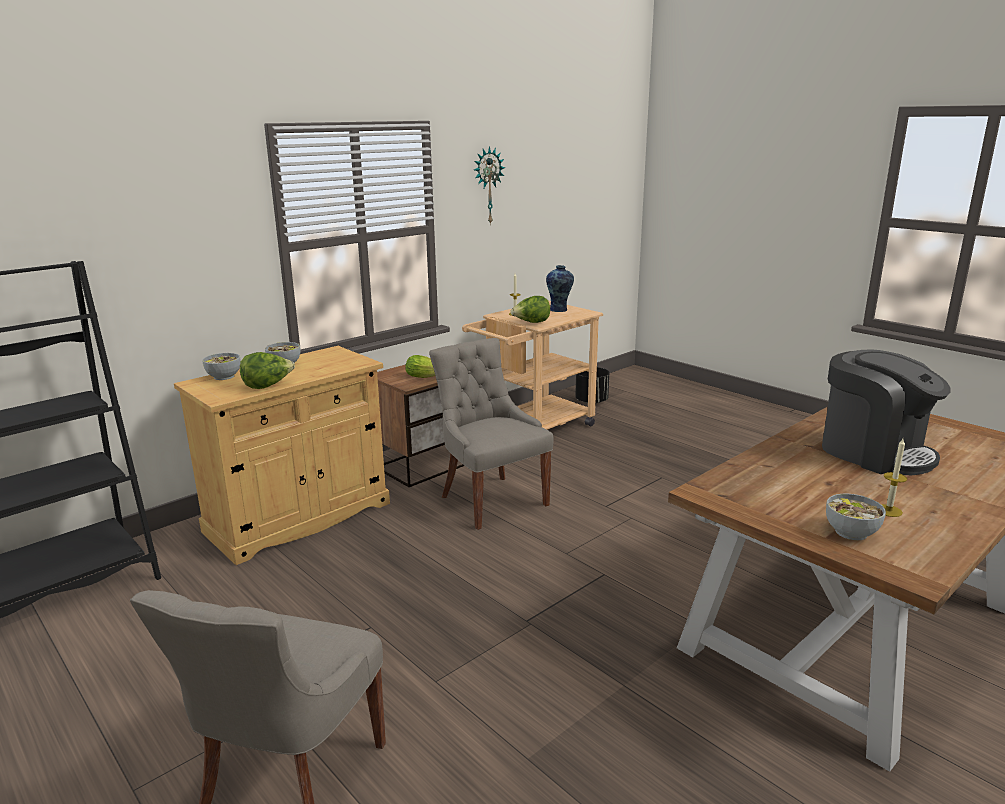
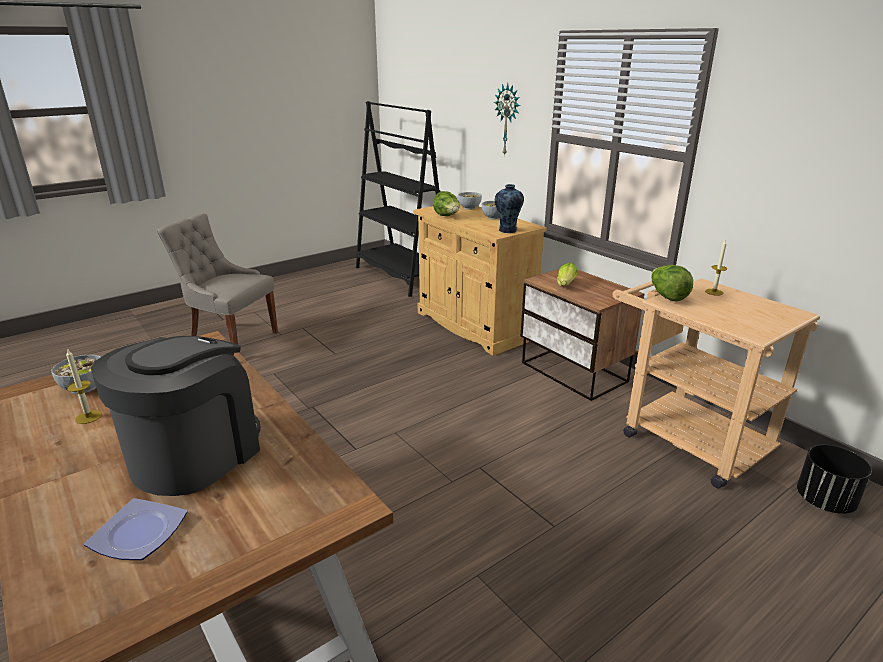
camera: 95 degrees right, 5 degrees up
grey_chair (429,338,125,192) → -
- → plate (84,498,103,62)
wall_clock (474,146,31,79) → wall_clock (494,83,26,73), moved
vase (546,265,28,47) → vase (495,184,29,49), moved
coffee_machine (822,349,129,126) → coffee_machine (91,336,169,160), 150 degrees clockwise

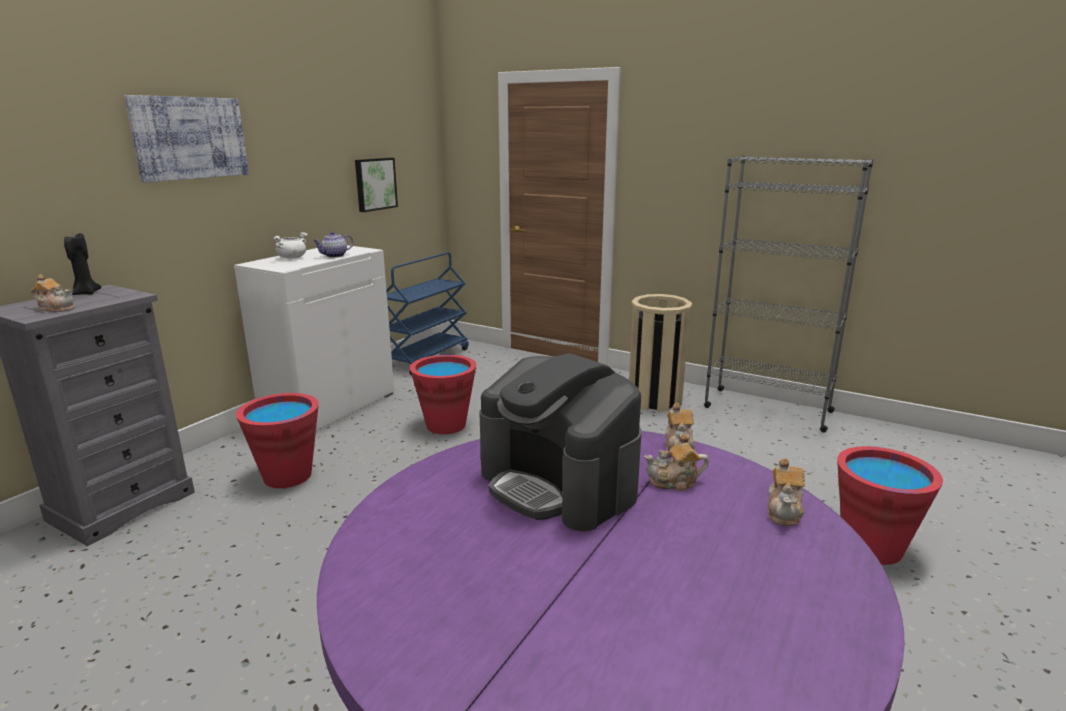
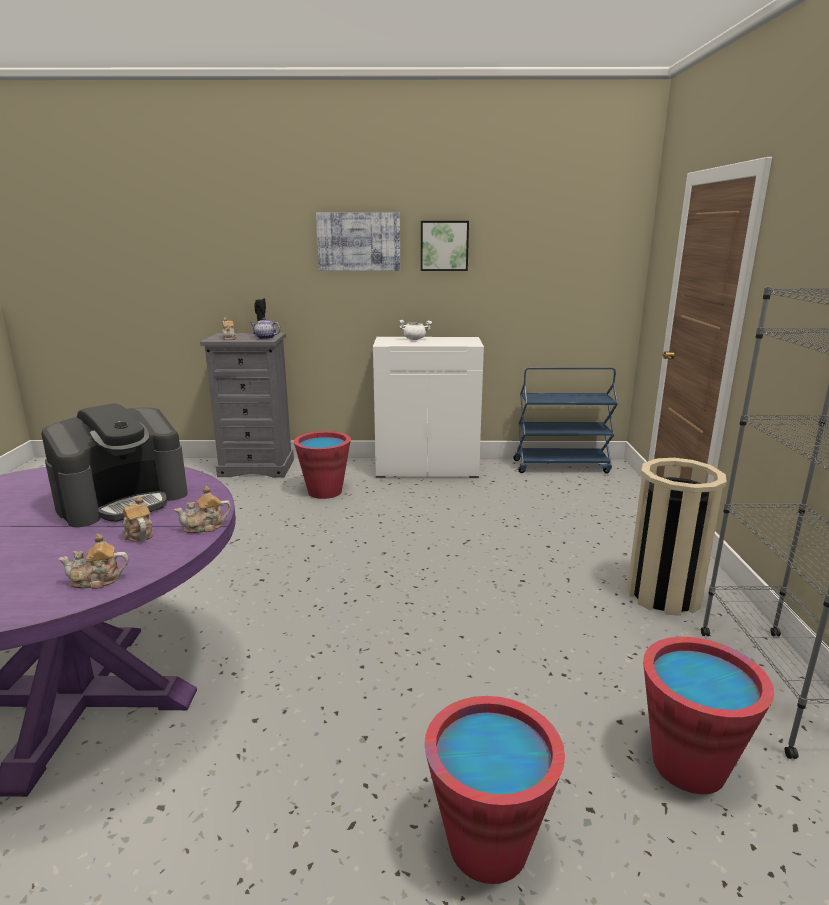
camera: 60 degrees right, 0 degrees up
teapot (313,231,40,27) → teapot (250,317,30,22), moved
picture (355,158,43,54) → picture (421,221,48,50), moved
red_bucket (410,355,66,79) → red_bucket (643,637,132,157), moved
coffee_machine (479,353,163,178) → coffee_machine (41,403,147,124), 150 degrees counterclockwise

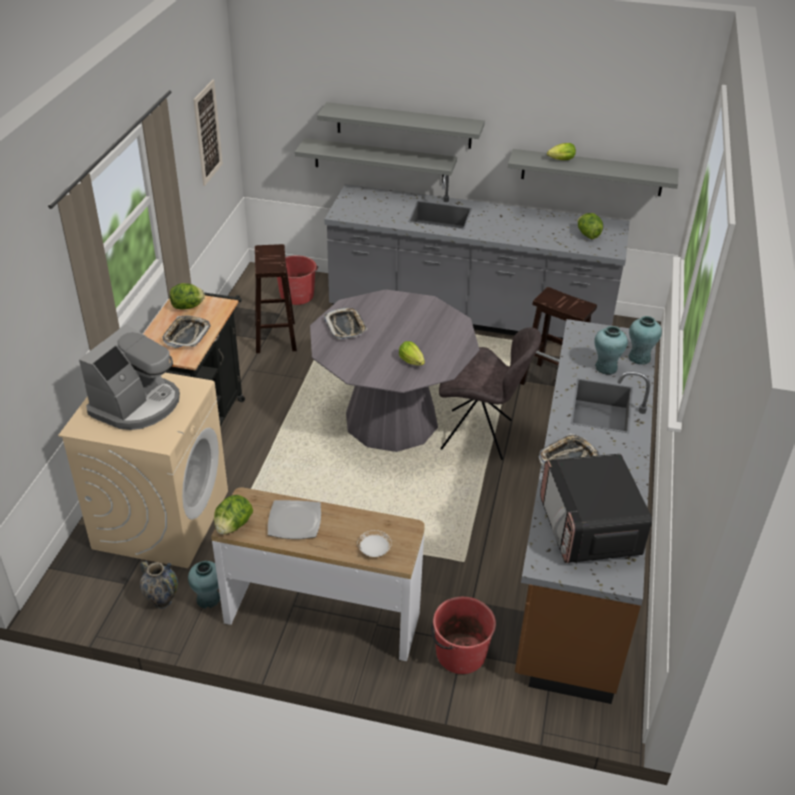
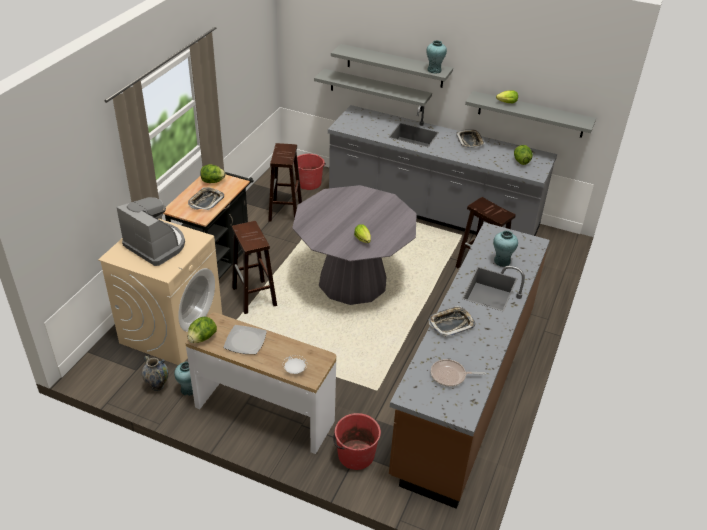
camera: 10 degrees right, 0 degrees up
picture (193,80,30,106) → -
grey_chair (439,328,102,132) → -
- → brown_stool (232,221,45,93)
tray (324,307,43,32) → tray (456,129,29,19), moved
turquoise_vase (629,316,33,49) → turquoise_vase (426,40,21,34), moved
microwave (540,454,112,109) → frying_pan (431,359,55,28)
coffee_machine (79,324,101,106) → coffee_machine (117,197,68,69), 90 degrees counterclockwise

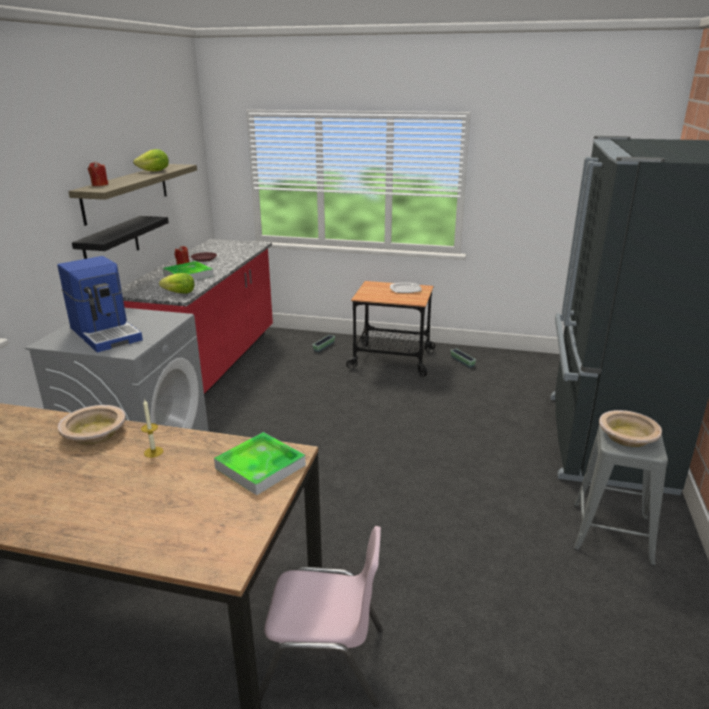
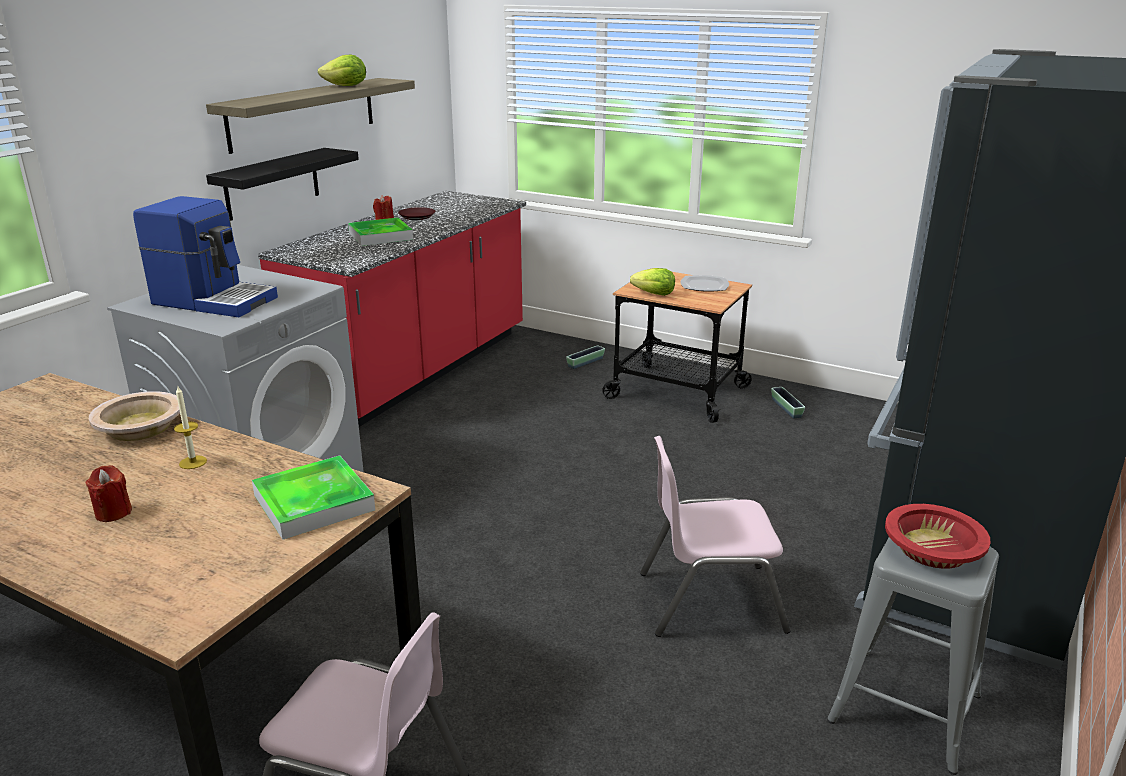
camera: 15 degrees right, 0 degrees up
- → pink_chair (640,436,151,201)
red_candle (88,162,20,24) → red_candle (85,465,47,57), moved
lettuce (159,273,36,21) → lettuce (630,268,45,28), moved
beige_bowl (599,410,63,37) → red_bowl (885,504,106,65)
coffee_machine (57,256,86,97) → coffee_machine (133,196,145,121), 45 degrees counterclockwise

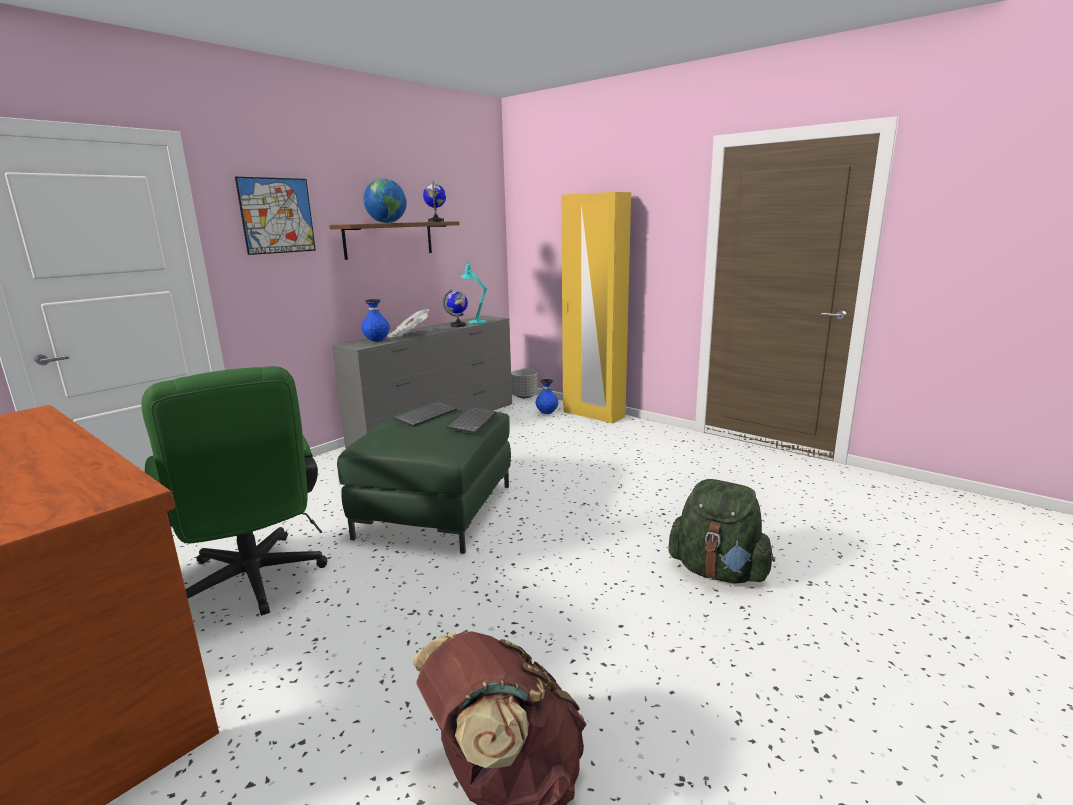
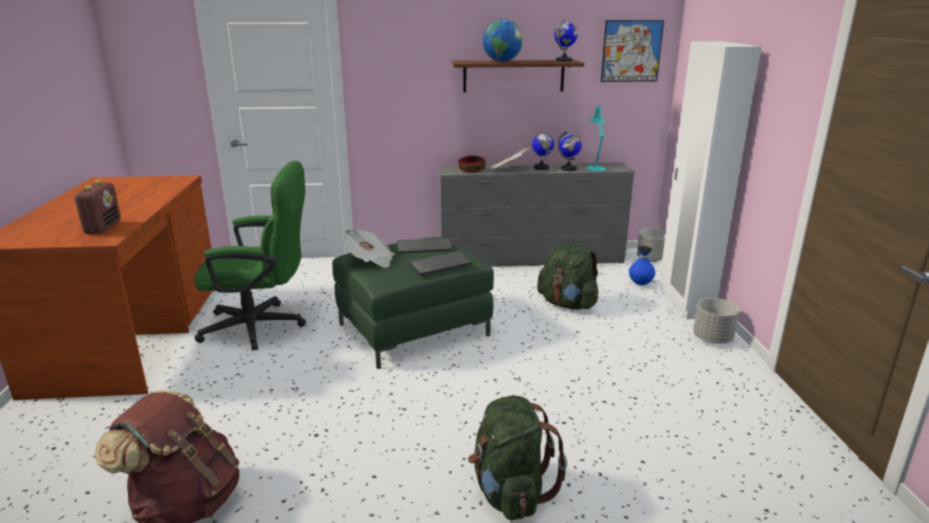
camera: 45 degrees right, 5 degrees up
- → radio (74,180,47,54)
- → newspaper (343,229,51,38)
- → globe (532,132,22,38)
- → green_backpack (537,243,61,67)
- → grey_planter (693,298,46,46)
picture (235,177,81,78) → picture (601,20,63,62), moved
blue_vase (361,299,29,43) → bowl (459,156,27,17)
yellow_wardrobe (561,192,70,232) → white_wardrobe (660,41,102,278)
green_office_chair (141,366,186,250) → green_office_chair (194,161,112,190), 105 degrees counterclockwise

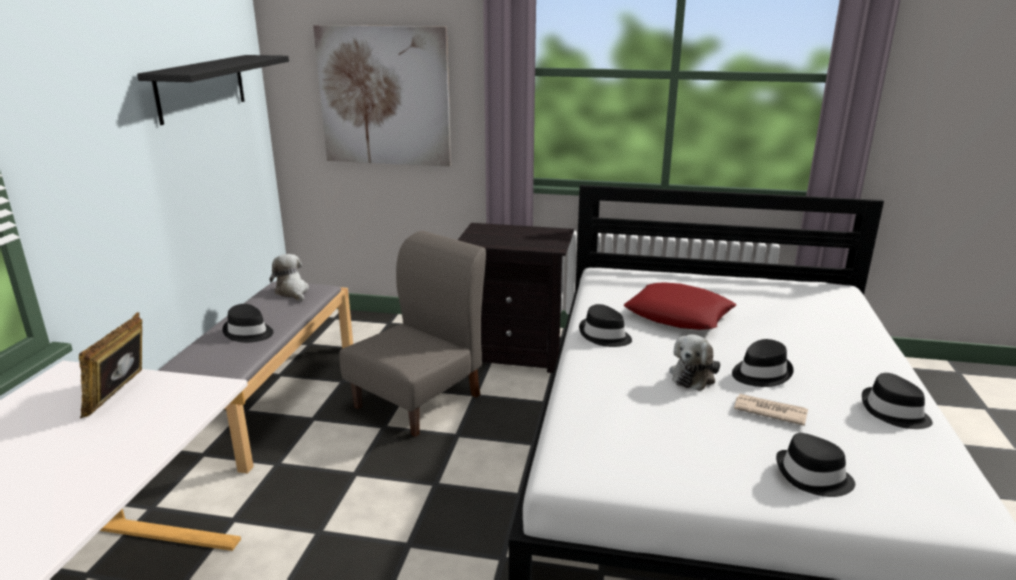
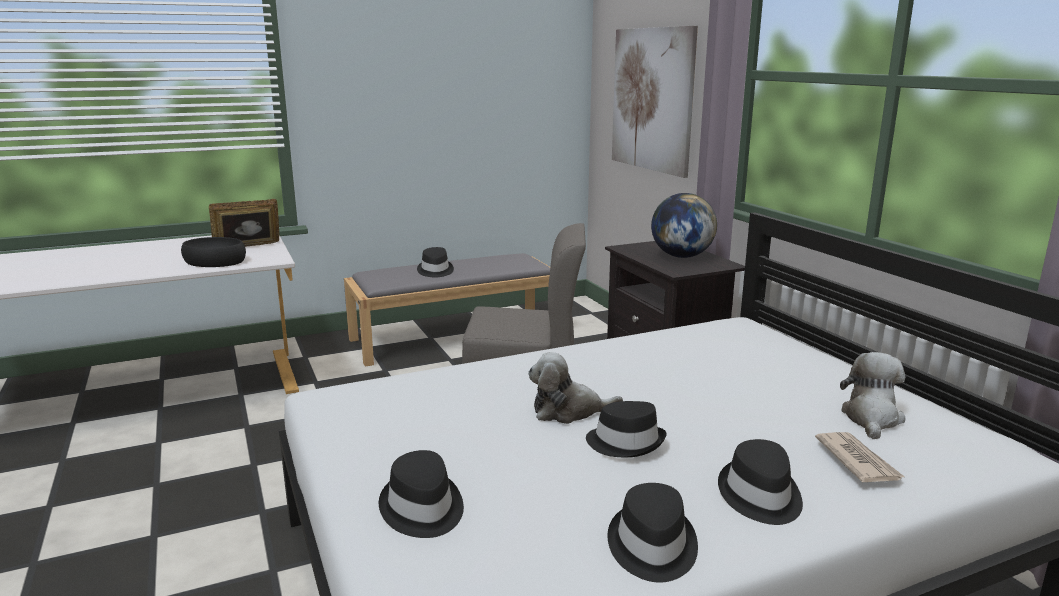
camera: 55 degrees right, 5 degrees down
black_shelf (137,55,152,70) → -
red_pillow (624,282,112,48) → -
- → black_bowl (181,237,65,30)
- → globe (651,193,66,65)
plush_toy (269,254,40,47) → plush_toy (840,352,66,87), moved
black_hat (579,304,53,43) → black_hat (718,439,85,86), moved
newspaper (734,394,74,32) → newspaper (815,432,90,50), moved

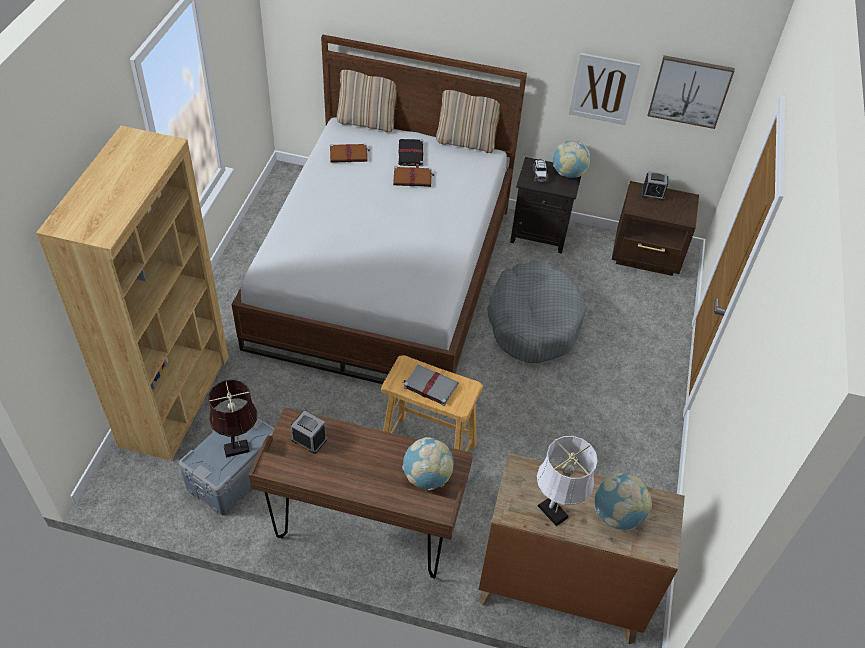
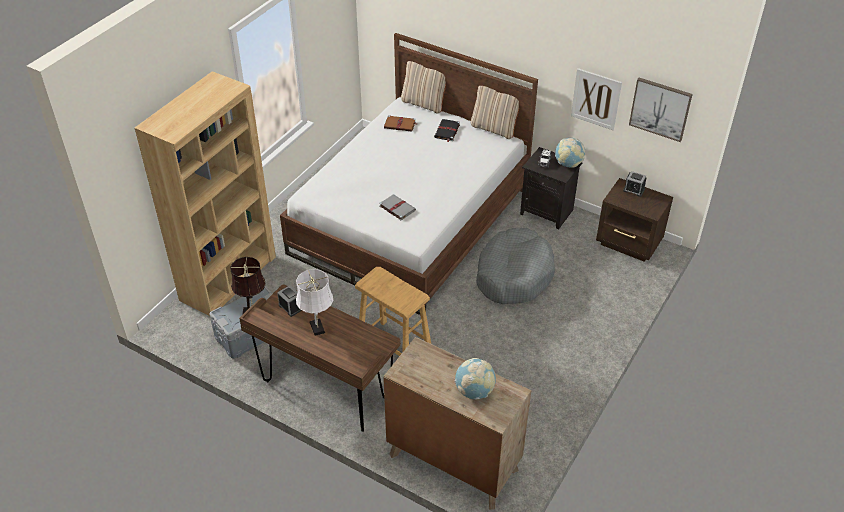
camera: 20 degrees right, 5 degrees down
brown_book (393,166,42,21) → -
globe (402,437,52,53) → -
grey_book (403,365,56,41) → grey_book (379,194,37,27), moved
white_table_lamp (537,436,61,90) → white_table_lamp (296,269,37,67), moved

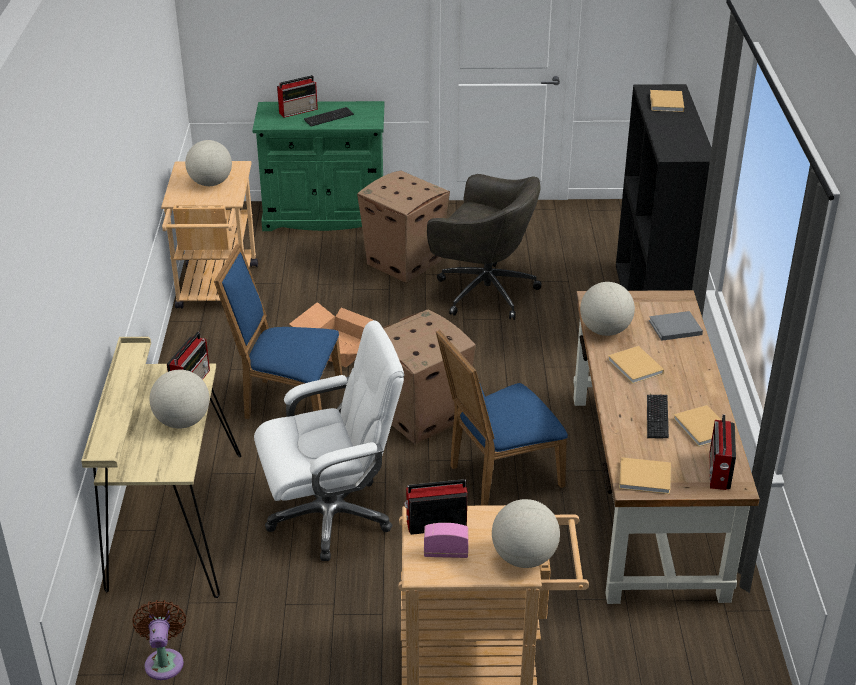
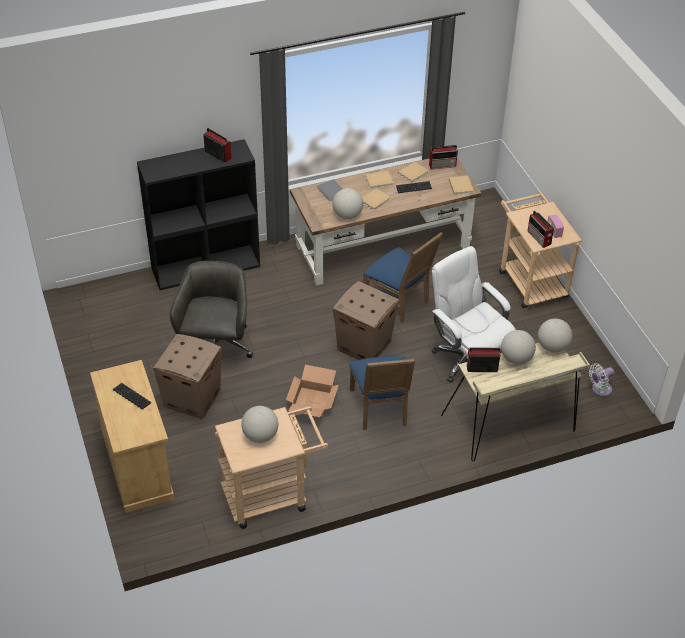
camera: 110 degrees left, 10 degrees up
radio (277,75,41,43) → radio (203,128,28,35), moved
globe (492,499,68,69) → globe (538,319,34,34), moved
beige_book (650,90,34,22) → beige_book (365,171,28,18), moved
brown_fan (133,600,53,80) → white_fan (589,363,25,34)
green_cabinet (252,101,132,130) → beige_cabinet (90,360,84,153)

